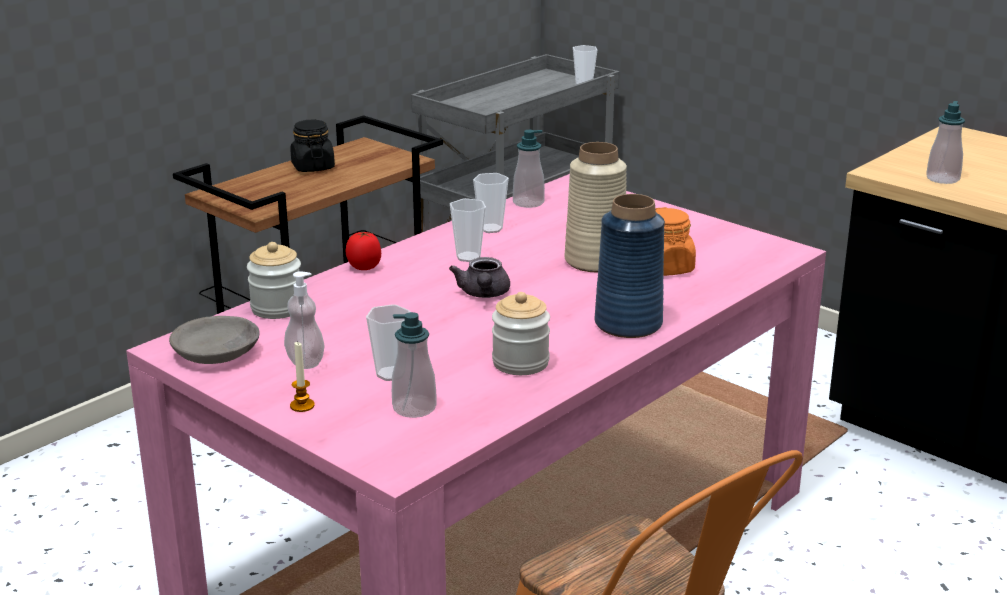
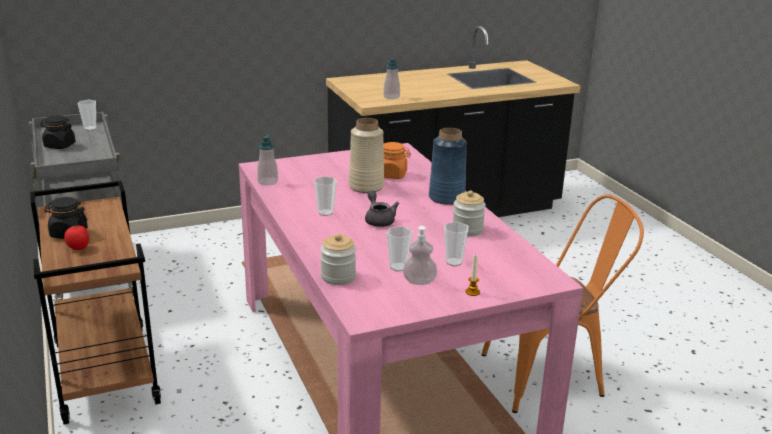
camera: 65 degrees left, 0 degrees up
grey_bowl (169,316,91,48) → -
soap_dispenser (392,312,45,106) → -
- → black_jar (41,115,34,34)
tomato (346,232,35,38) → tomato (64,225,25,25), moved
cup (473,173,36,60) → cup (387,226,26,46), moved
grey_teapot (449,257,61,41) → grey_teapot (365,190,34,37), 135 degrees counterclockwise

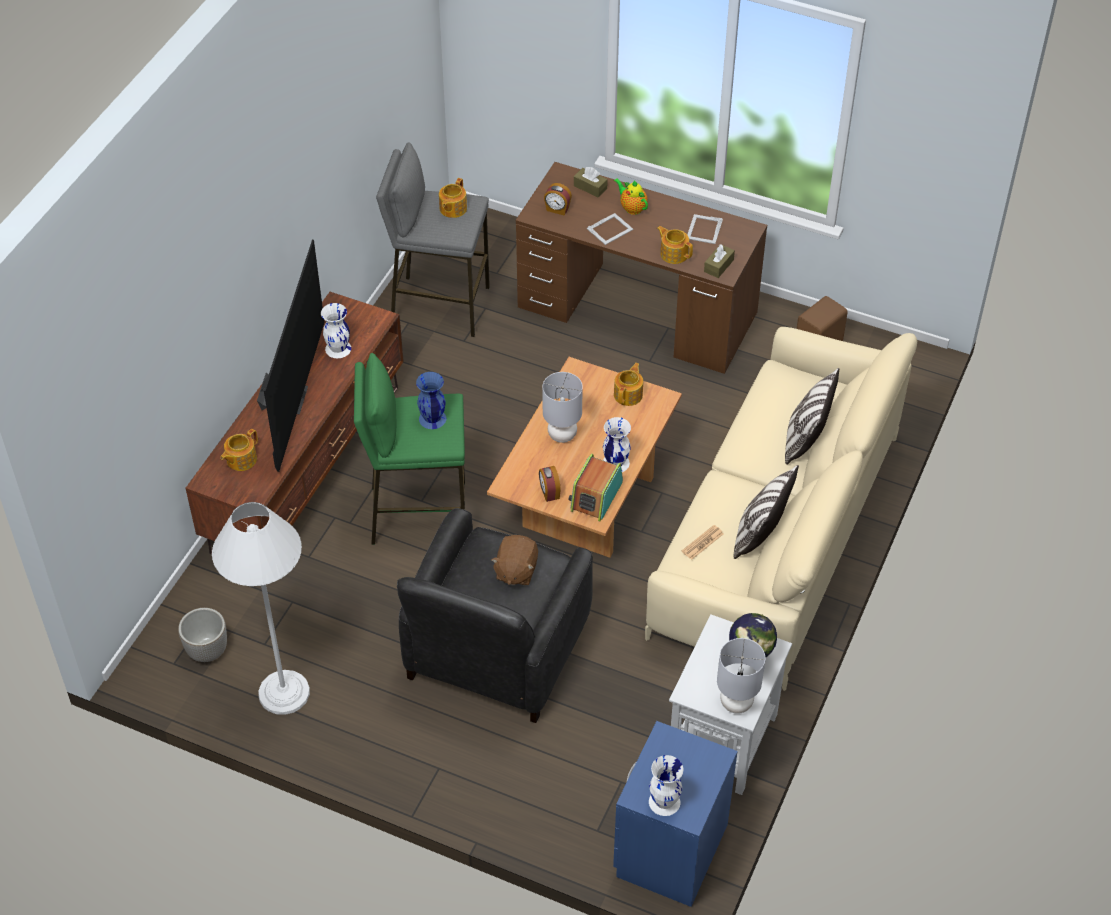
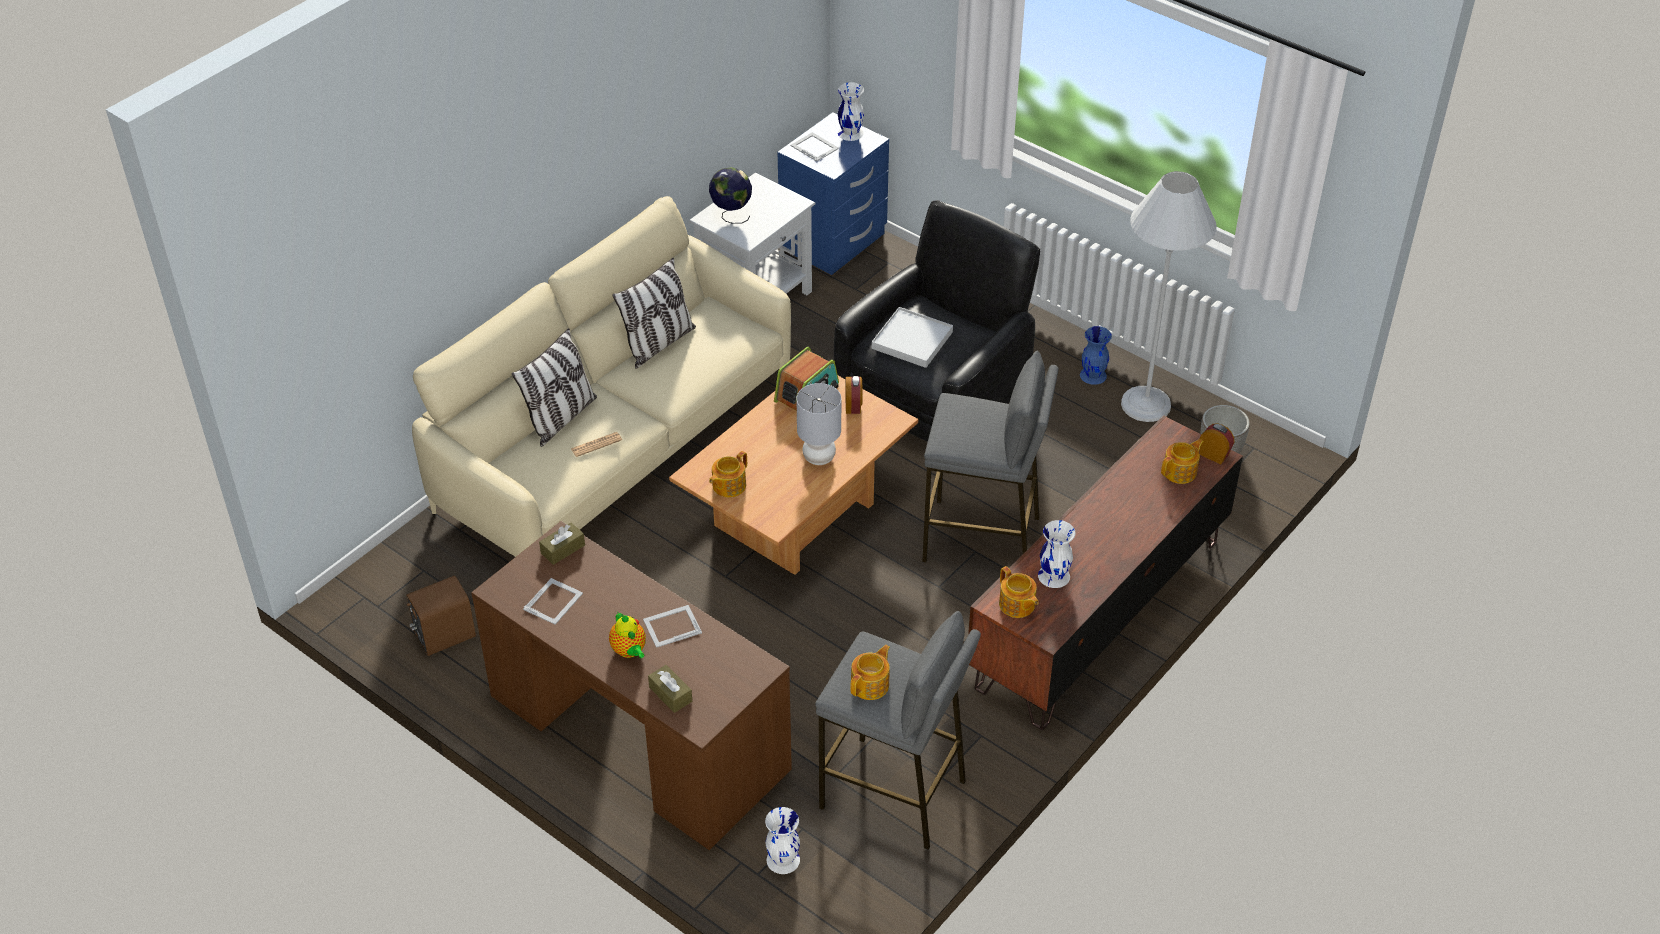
camera: 165 degrees left, 5 degrees down
television (257,240,67,232) → -
grey_table_lamp (717,638,48,76) → -
- → picture_frame (791,132,48,29)
blue_vase (416,372,30,57) → blue_vase (1080,326,32,59), moved
alarm_clock (544,183,28,33) → alarm_clock (1200,423,34,41), moved
white_vase (603,417,28,55) → white_vase (765,807,35,67), moved
teapot (657,226,36,38) → teapot (999,566,40,52), moved
newspaper (682,525,41,35) → newspaper (571,432,51,25), moved
brown_plush_toy (491,535,47,50) → white_tray (872,307,81,61)
green_stool (354,353,111,192) → grey_stool (922,351,137,212)

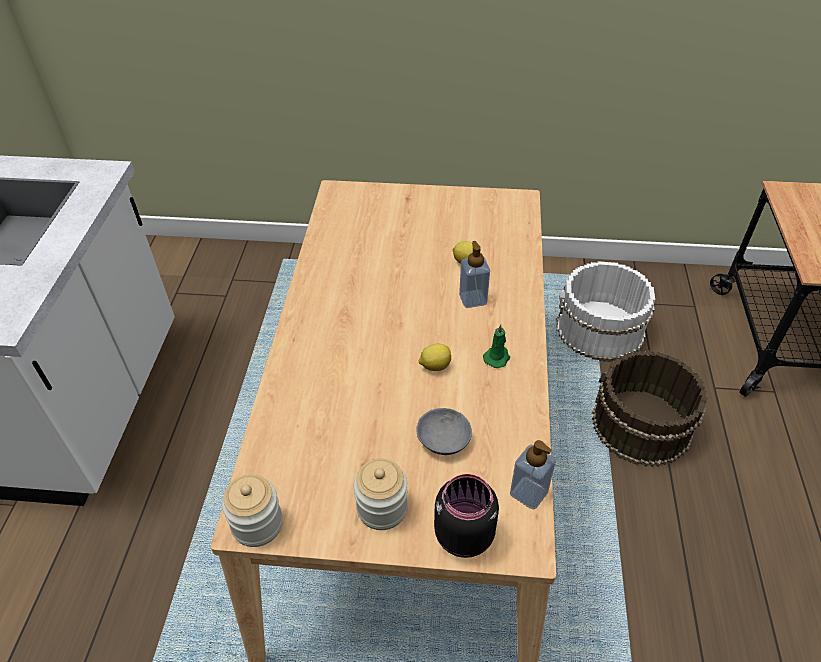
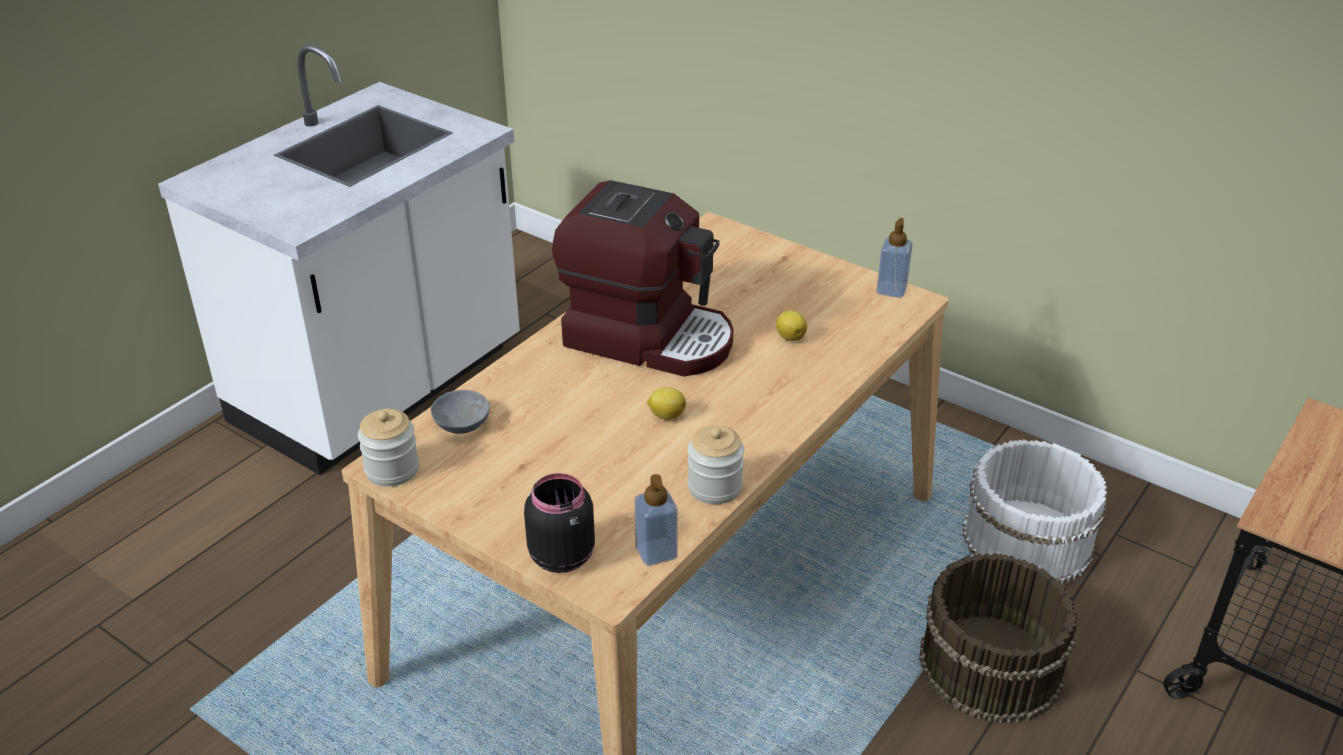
camera: 30 degrees right, 10 degrees down
green_candle (483,324,27,44) → -
- → coffee_machine (552,180,181,197)
jar (354,459,54,71) → jar (687,425,57,79), moved
grey_bowl (416,408,56,47) → grey_bowl (431,390,59,44), moved
soap_dispenser (459,241,31,67) → soap_dispenser (877,218,36,80), moved

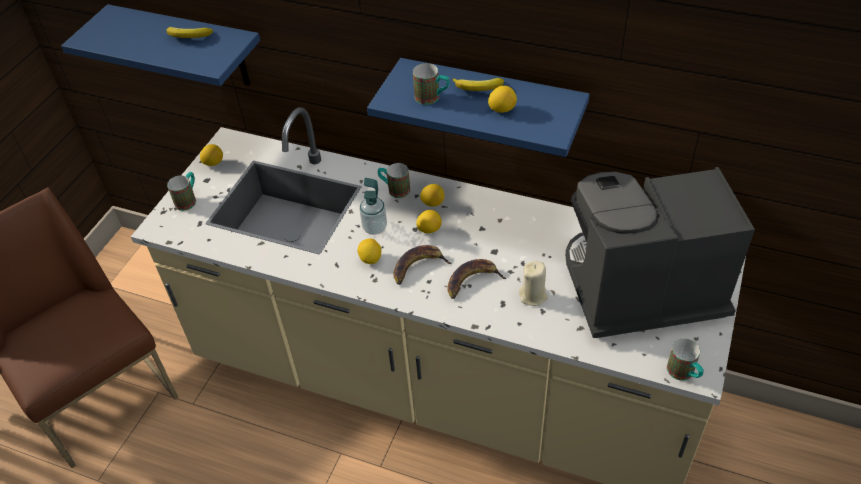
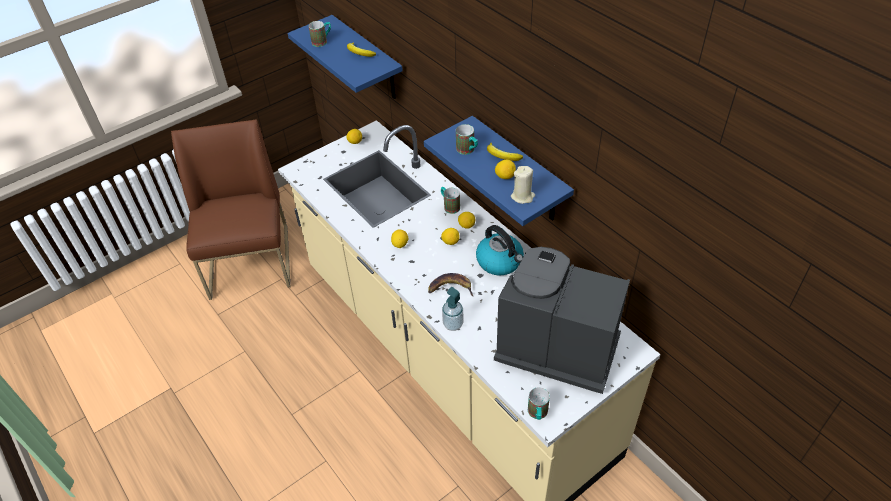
camera: 30 degrees right, 0 degrees up
banana (393,245,59,40) → -
- → kettle (476,225,48,50)
mug (167,172,29,39) → mug (309,21,22,26), moved
soap_dispenser (359,178,28,57) → soap_dispenser (442,287,22,44), moved
beige_candle (519,261,29,45) → beige_candle (511,166,24,38), moved

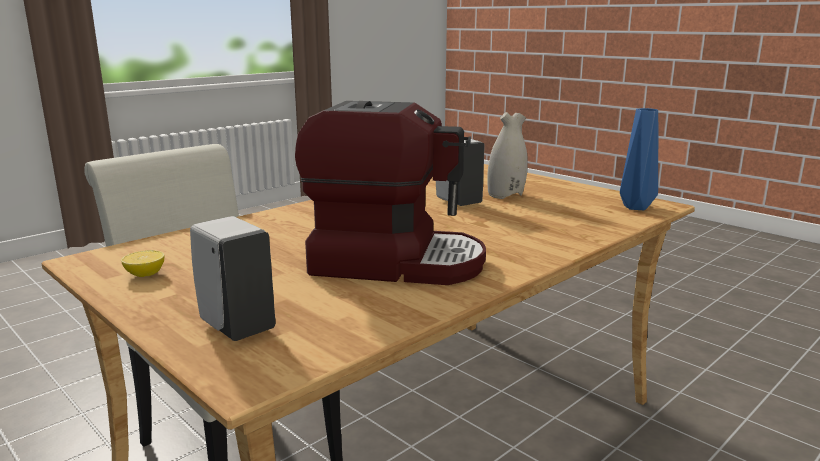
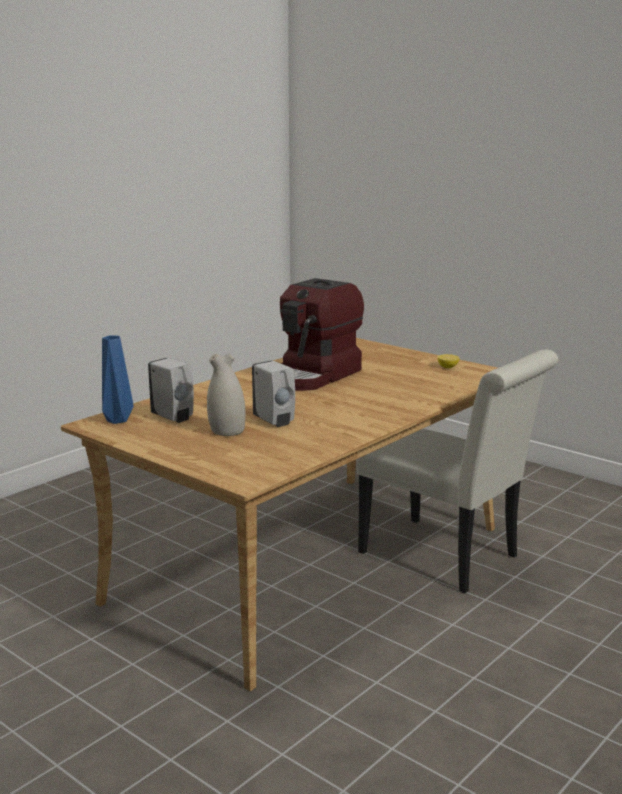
camera: 175 degrees right, 0 degrees up
white_soap_dispenser (190,216,85,125) → white_soap_dispenser (148,358,46,65), moved
coffee_machine (295,101,191,184) → coffee_machine (280,278,84,113), 60 degrees counterclockwise

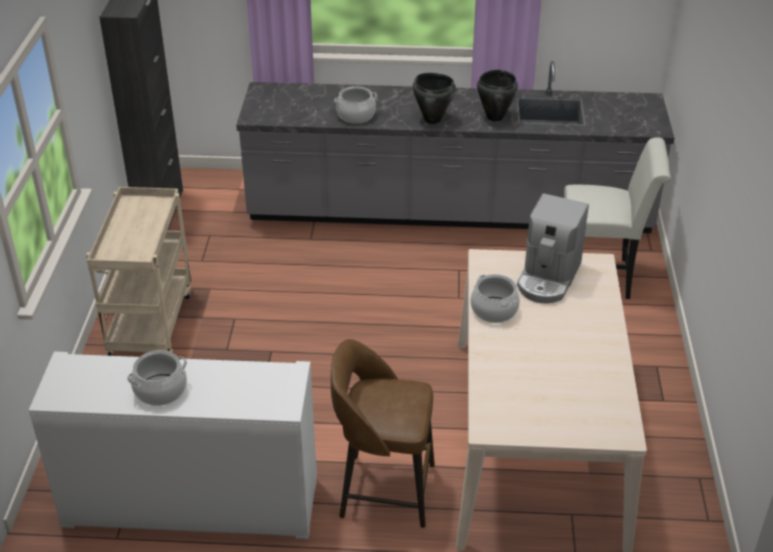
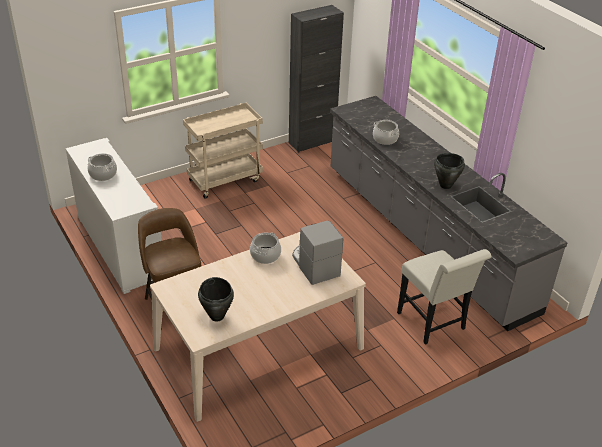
camera: 55 degrees right, 0 degrees up
black_cooking_pot (412,73,44,51) → black_cooking_pot (198,277,36,45), moved
coffee_machine (517,194,72,109) → coffee_machine (292,221,51,64), 75 degrees clockwise

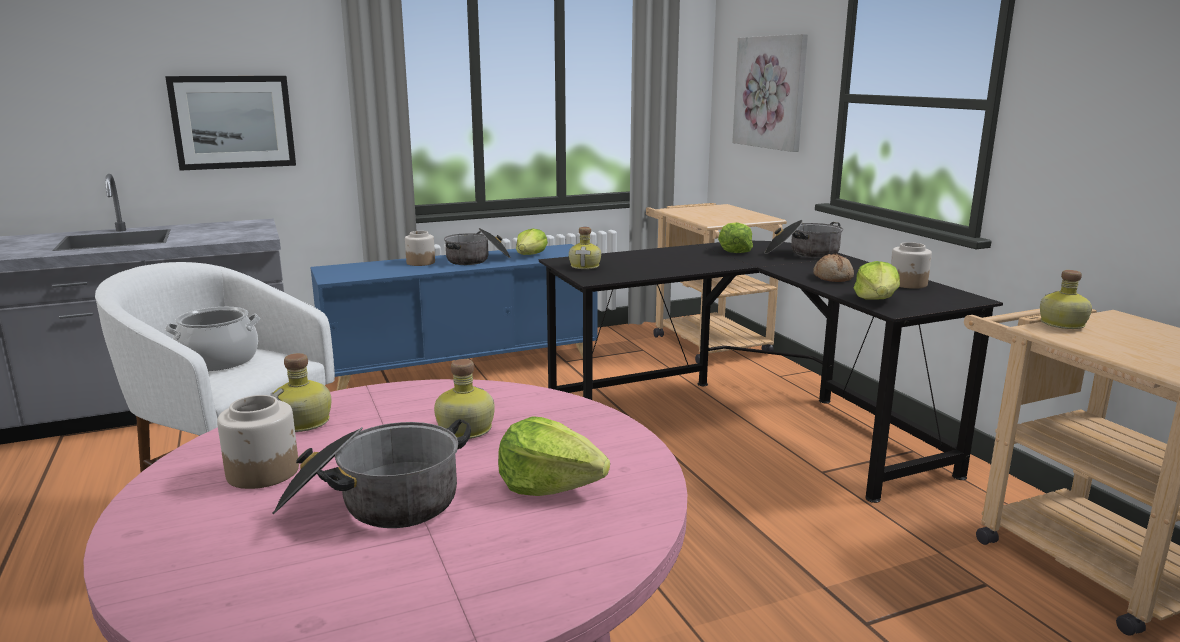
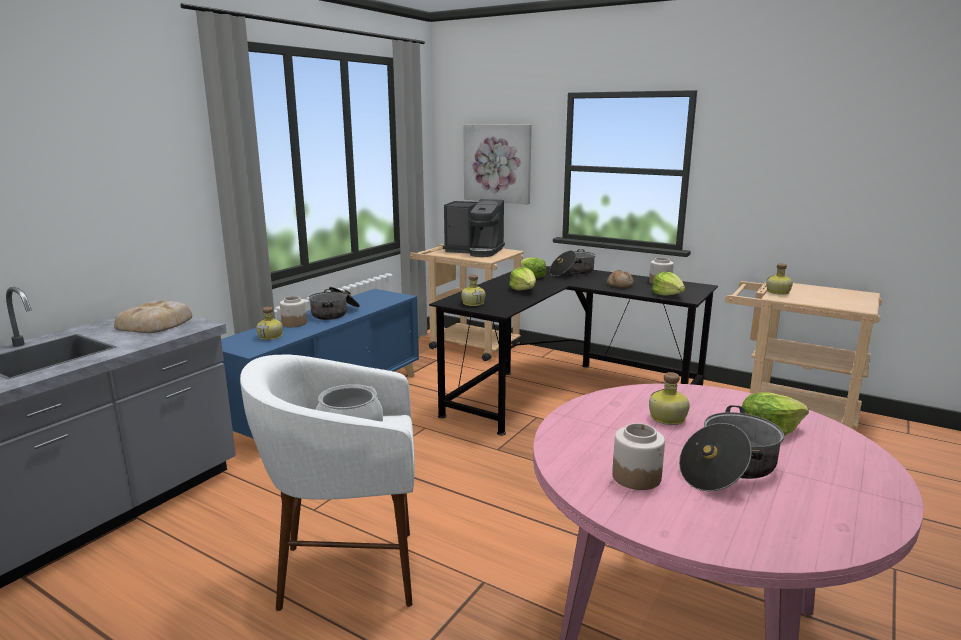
camera: 35 degrees left, 0 degrees up
picture (165,76,131,95) → -
- → bread (114,301,78,32)
- → coffee_machine (443,199,62,58)
bottle (270,353,61,79) → bottle (256,307,27,33), moved
lettuce (516,228,32,27) → lettuce (509,267,27,24), moved

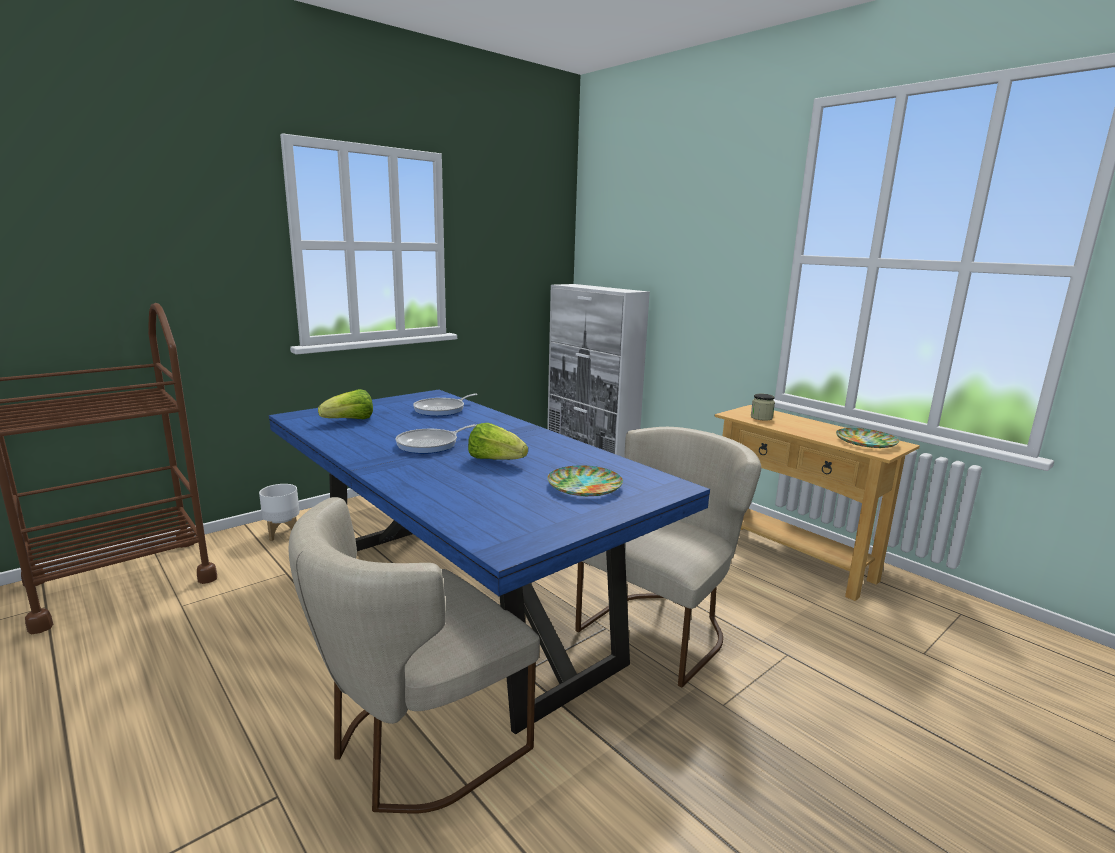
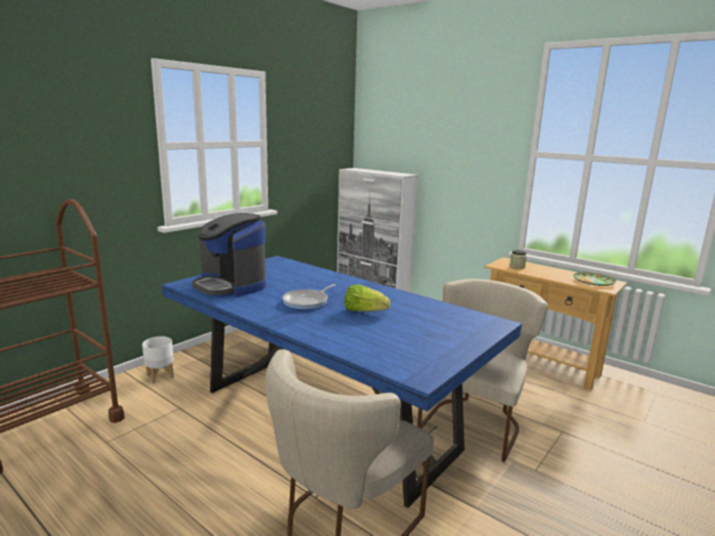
camera: 10 degrees left, 0 degrees up
frying_pan (413,393,65,23) → -
plate (548,465,75,31) → -
lettuce (318,389,55,30) → coffee_machine (192,213,74,84)

